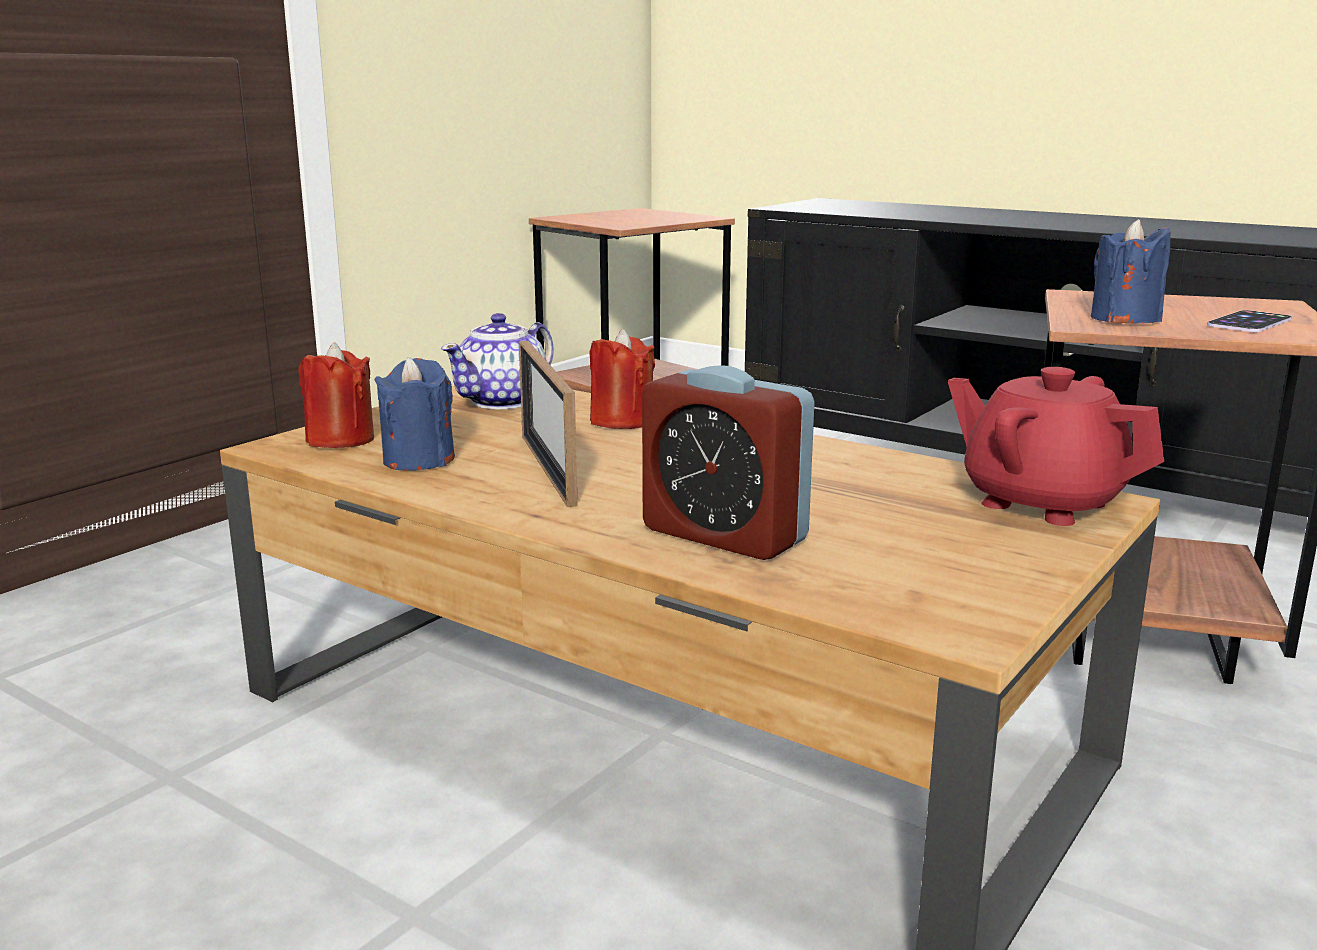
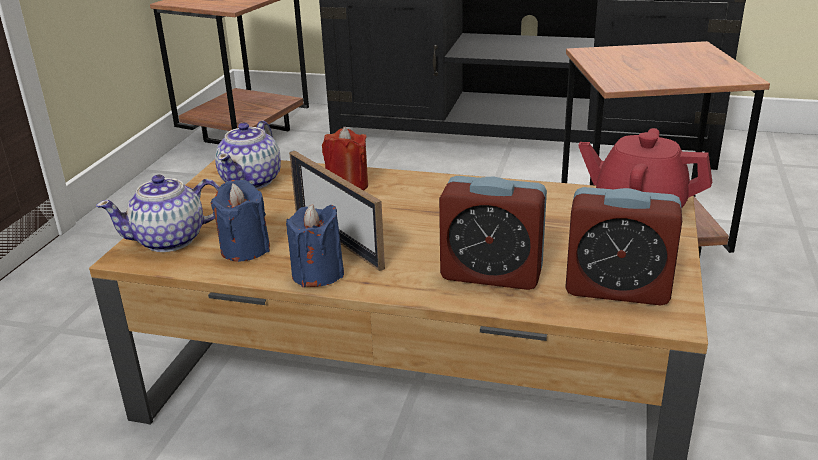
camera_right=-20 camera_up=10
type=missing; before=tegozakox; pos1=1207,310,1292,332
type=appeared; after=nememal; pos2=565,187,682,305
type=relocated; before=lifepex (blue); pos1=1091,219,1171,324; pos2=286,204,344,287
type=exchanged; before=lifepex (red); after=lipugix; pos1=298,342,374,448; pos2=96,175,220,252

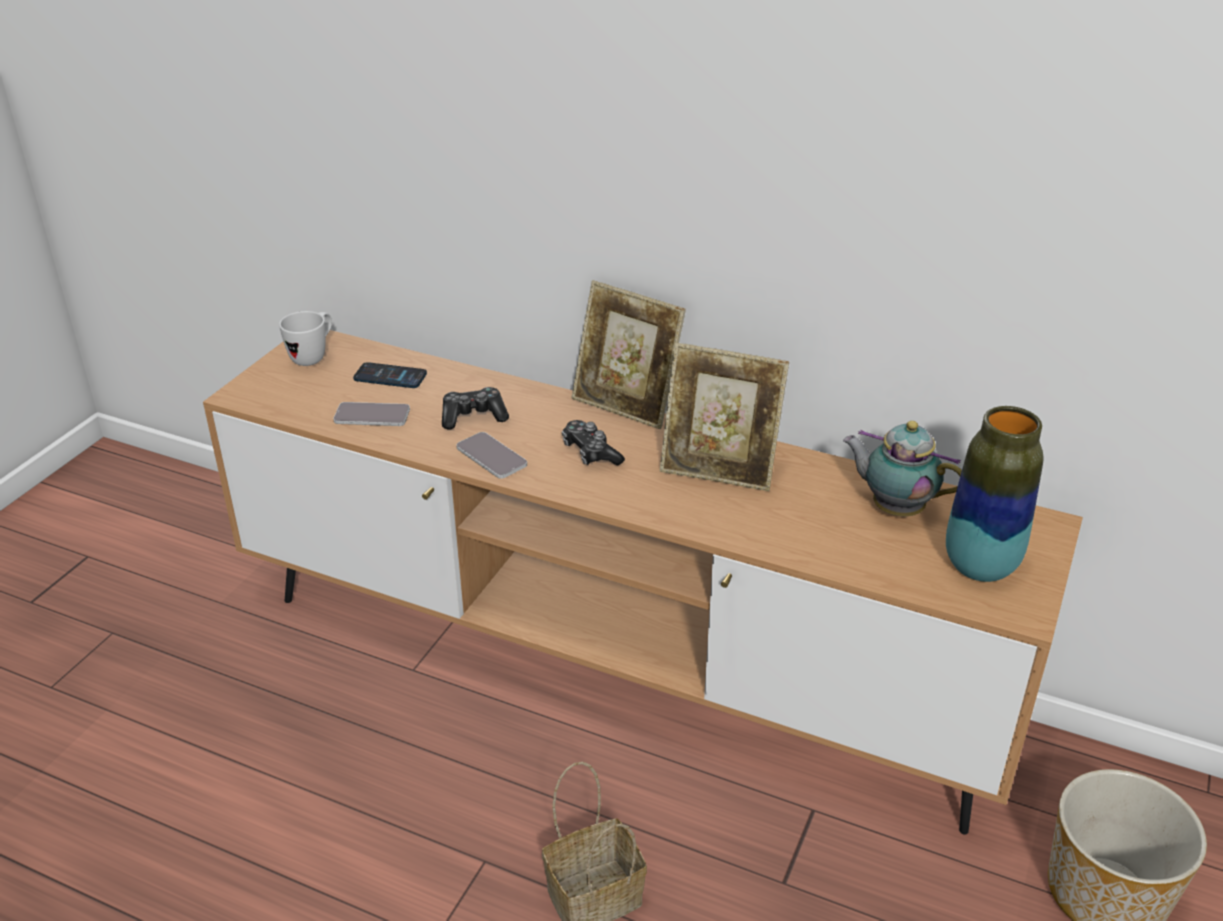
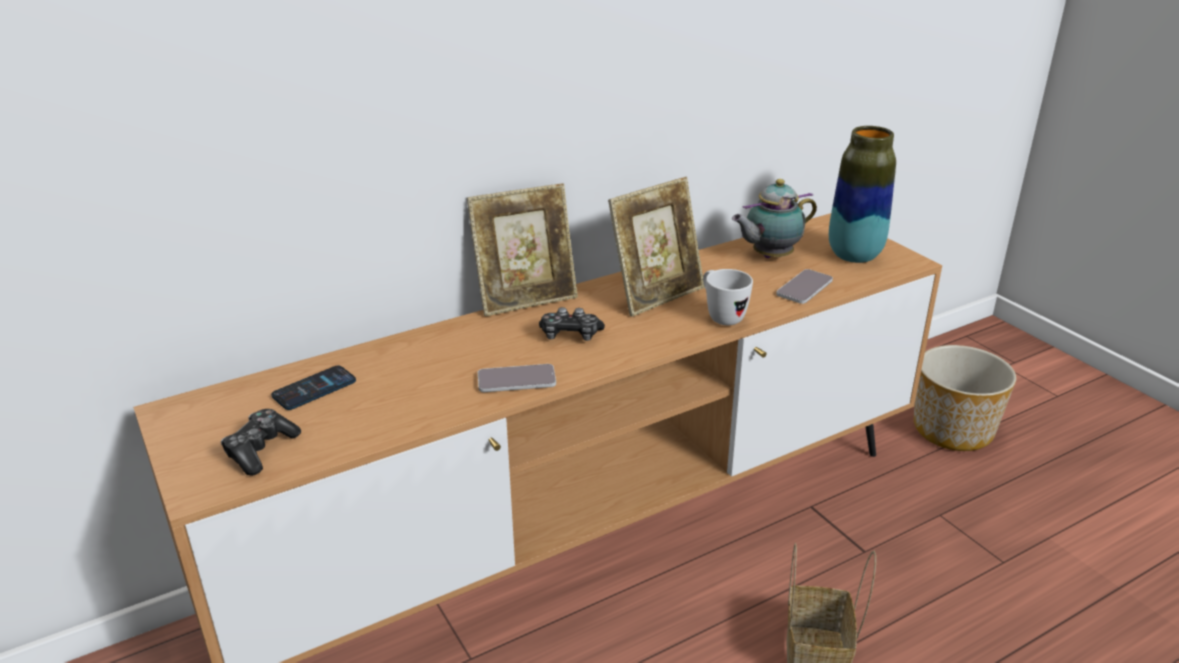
camera_right=-55 camera_up=-5
type=relocated; before=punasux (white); pos1=279,311,332,366; pos2=703,269,753,325
type=relocated; before=tegozakox; pos1=333,402,410,426; pos2=776,269,833,304
type=relocated; before=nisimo; pos1=442,387,509,429; pos2=221,409,301,476

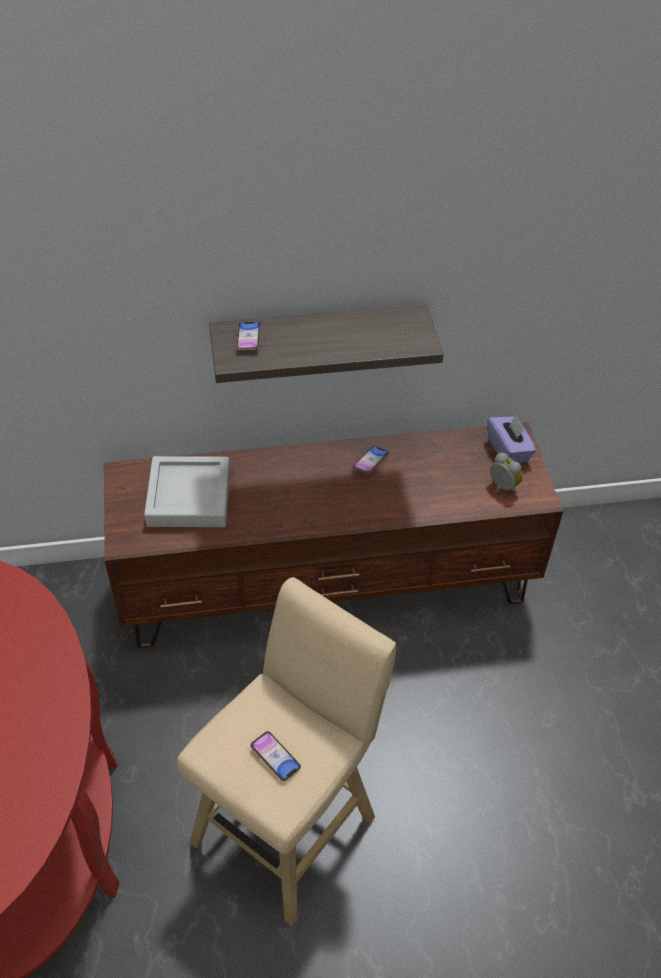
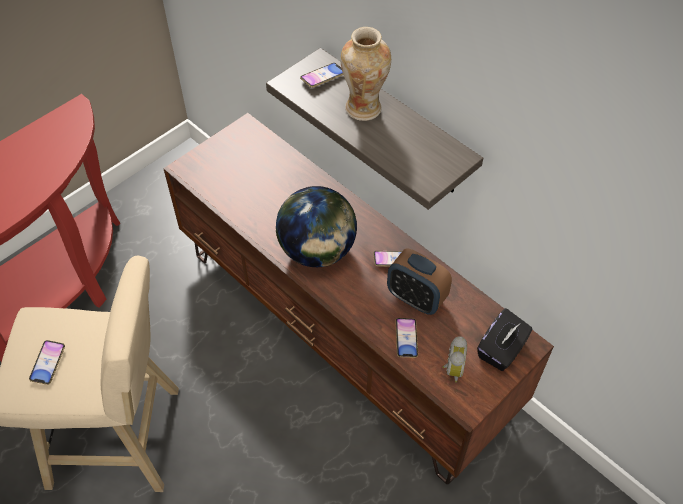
camera_right=55 camera_up=5
type=missing; before=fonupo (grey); pos1=144,456,230,527
type=appeared; after=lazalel; pos2=276,186,357,267
type=appeared; after=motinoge; pos2=340,27,391,121
type=appeared; after=nememal; pos2=387,248,452,315
type=appeared; after=tegozakox; pos2=395,318,418,358
type=colour; before=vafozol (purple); after=vafozol (black); pos1=487,414,536,463; pos2=477,308,532,371

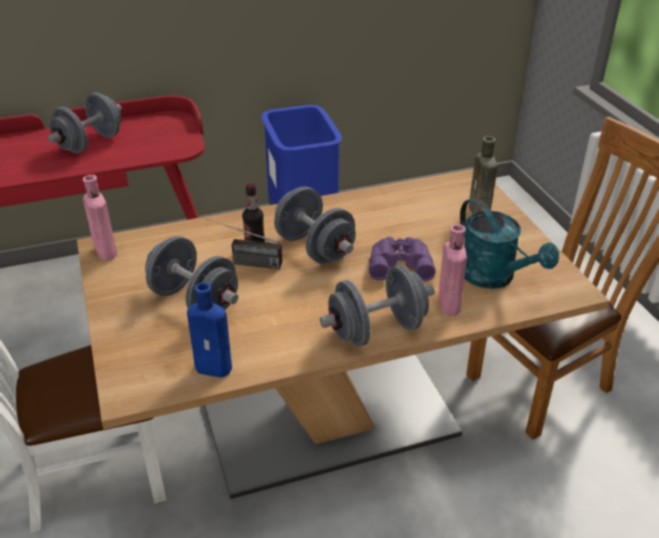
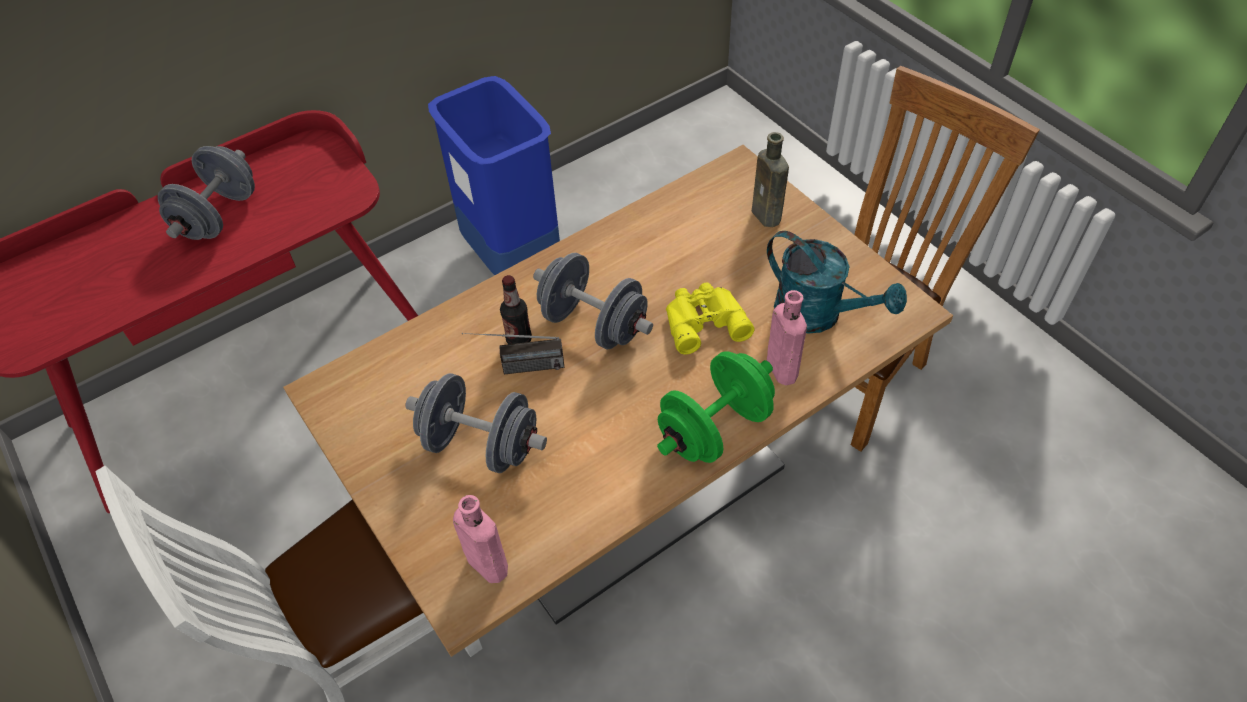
camera_right=-15 camera_up=15
type=missing; before=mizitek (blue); pos1=187,282,232,378
type=relocated; before=mizitek (pink); pos1=83,175,117,260; pos2=453,495,508,583
type=colour; before=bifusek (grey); after=bifusek (green); pos1=320,265,435,347; pos2=657,351,775,463
type=colour; before=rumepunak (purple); after=rumepunak (yellow); pos1=369,237,436,281; pos2=666,283,755,355

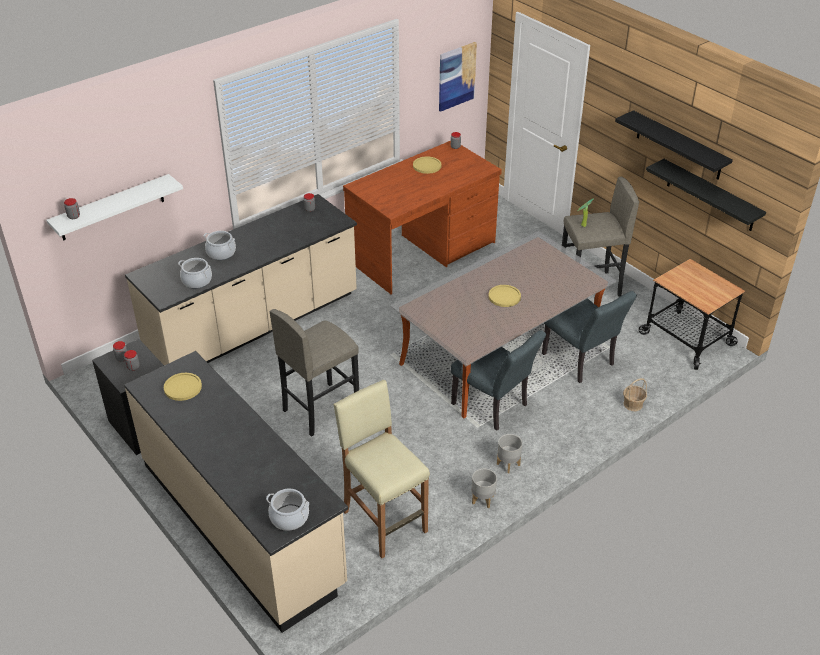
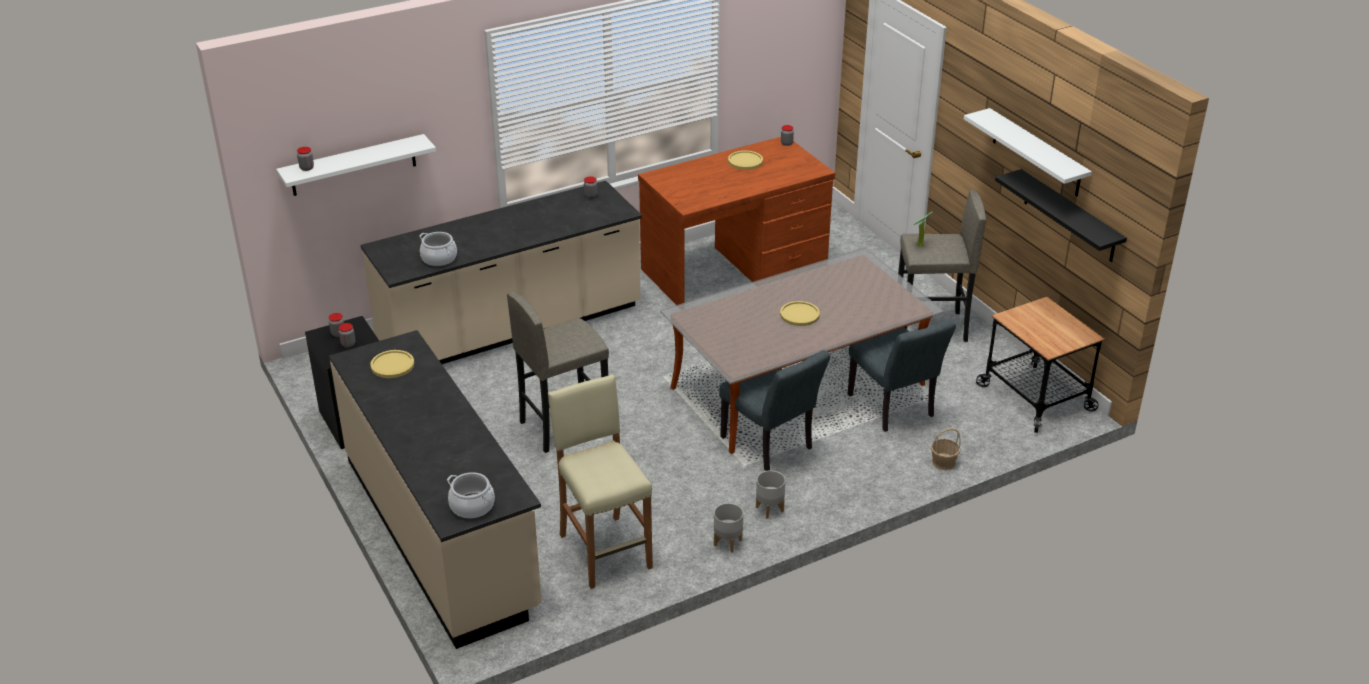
camera_right=10 camera_up=-5
type=missing; before=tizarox; pos1=203,231,236,260
type=missing; before=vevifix; pos1=439,42,477,112
type=colour; before=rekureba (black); after=rekureba (white); pos1=615,110,733,180; pos2=964,108,1092,196

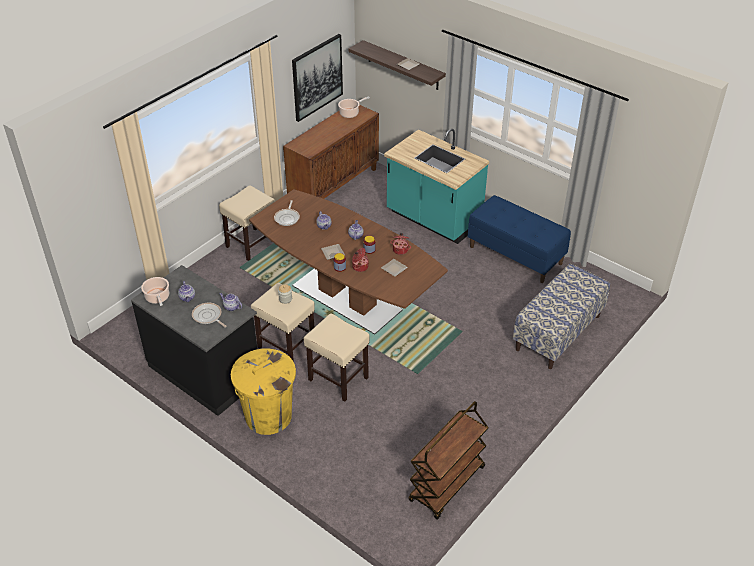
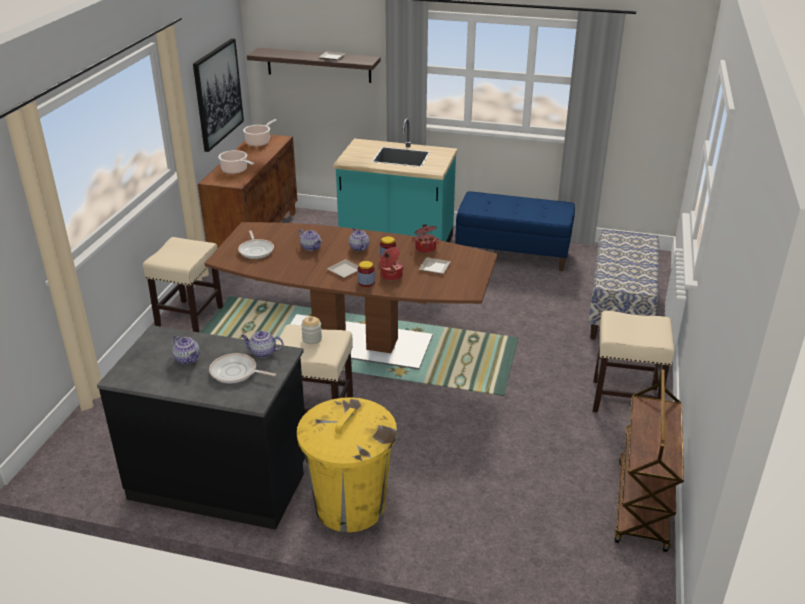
camera_right=-25 camera_up=-10
type=relocated; before=tizarox; pos1=141,277,169,306; pos2=218,150,254,174
type=relocated; before=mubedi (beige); pos1=304,313,369,401; pos2=593,311,675,412

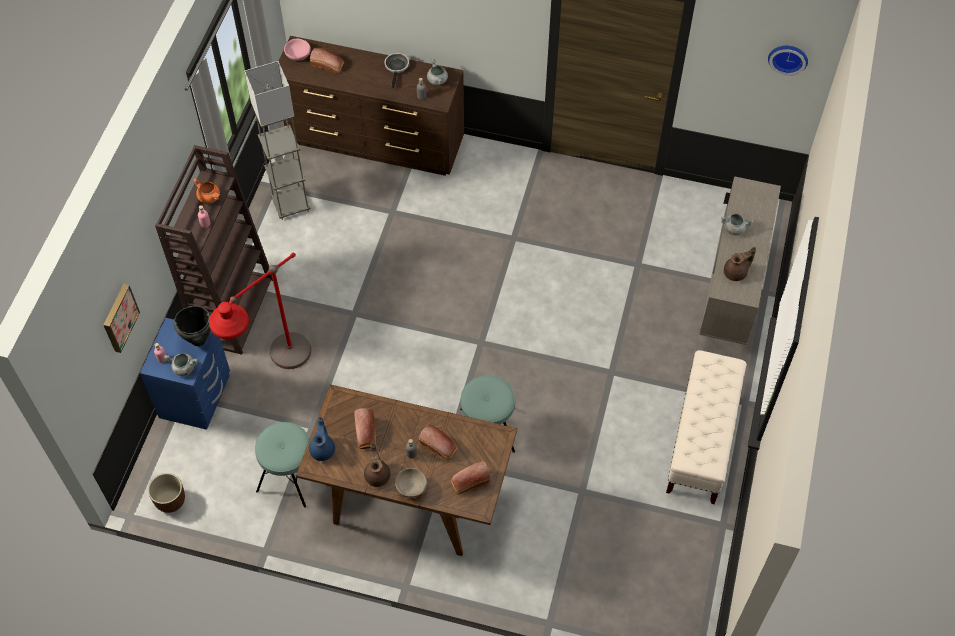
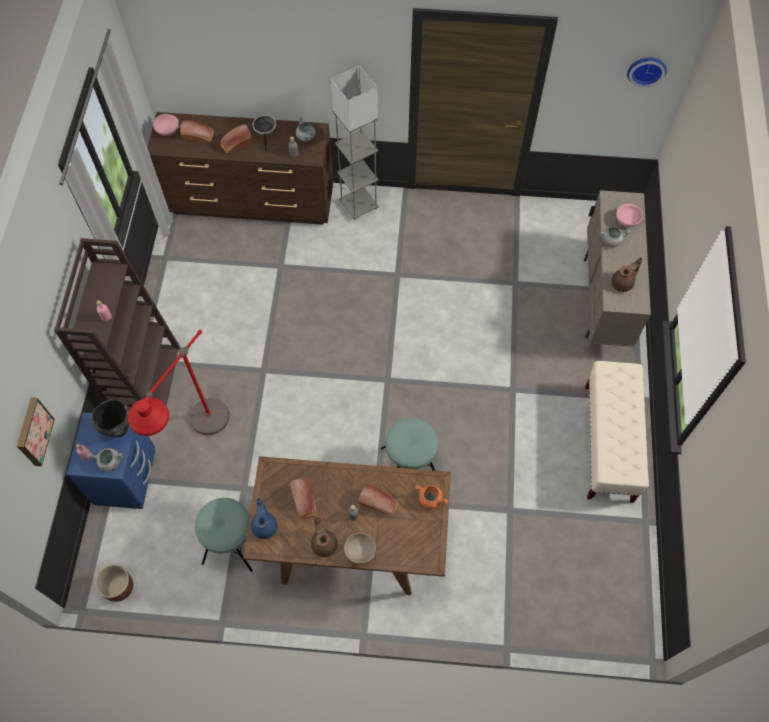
camera_right=-10 camera_up=5
type=appeared; after=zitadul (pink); pos2=616,204,643,227
type=relocated; before=tizarox (orange); pos1=193,178,220,204; pos2=415,485,448,509
type=relocated; before=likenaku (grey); pos1=244,61,311,220; pos2=331,66,379,220
type=relocated; before=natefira; pos1=451,461,490,494; pos2=221,124,252,154

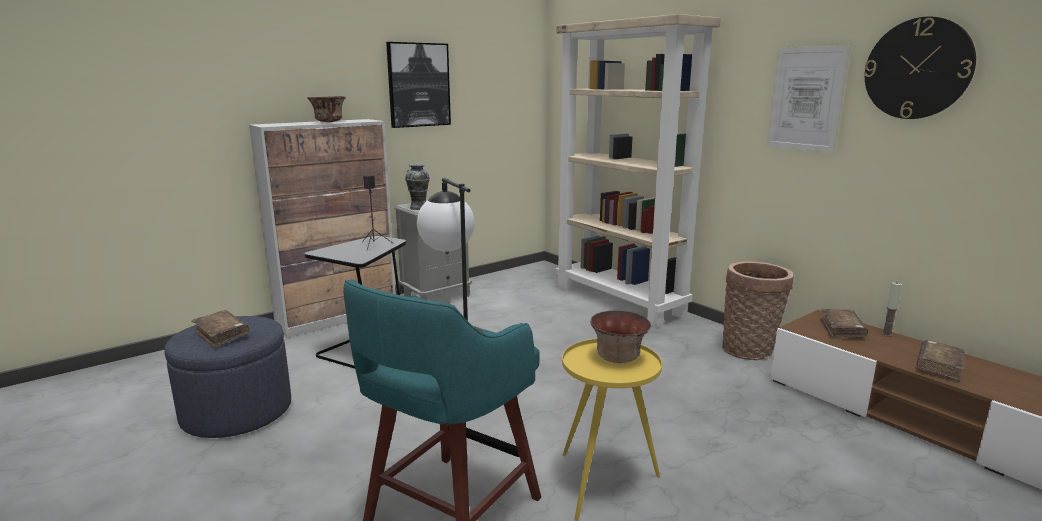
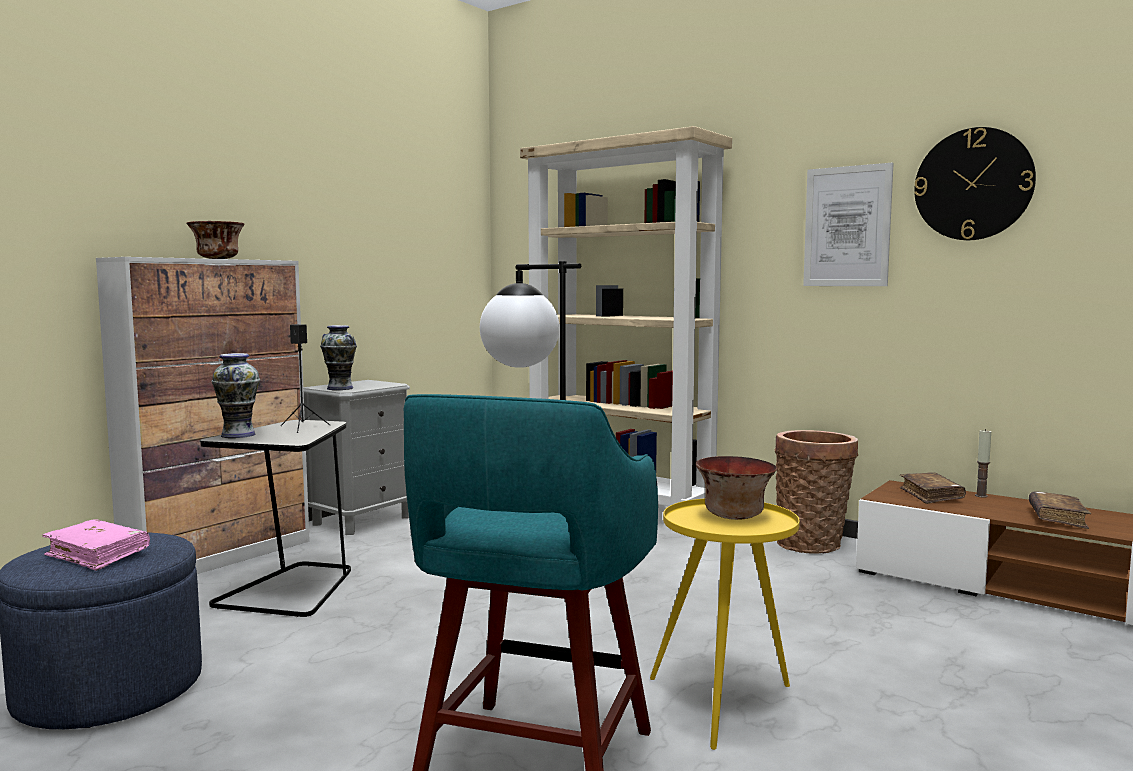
camera_right=-15 camera_up=-10
type=missing; before=vevifix; pos1=386,42,451,128
type=appeared; after=motinoge; pos2=212,353,260,438
type=colour; before=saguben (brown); after=saguben (pink); pos1=192,310,249,348; pos2=42,519,150,571

